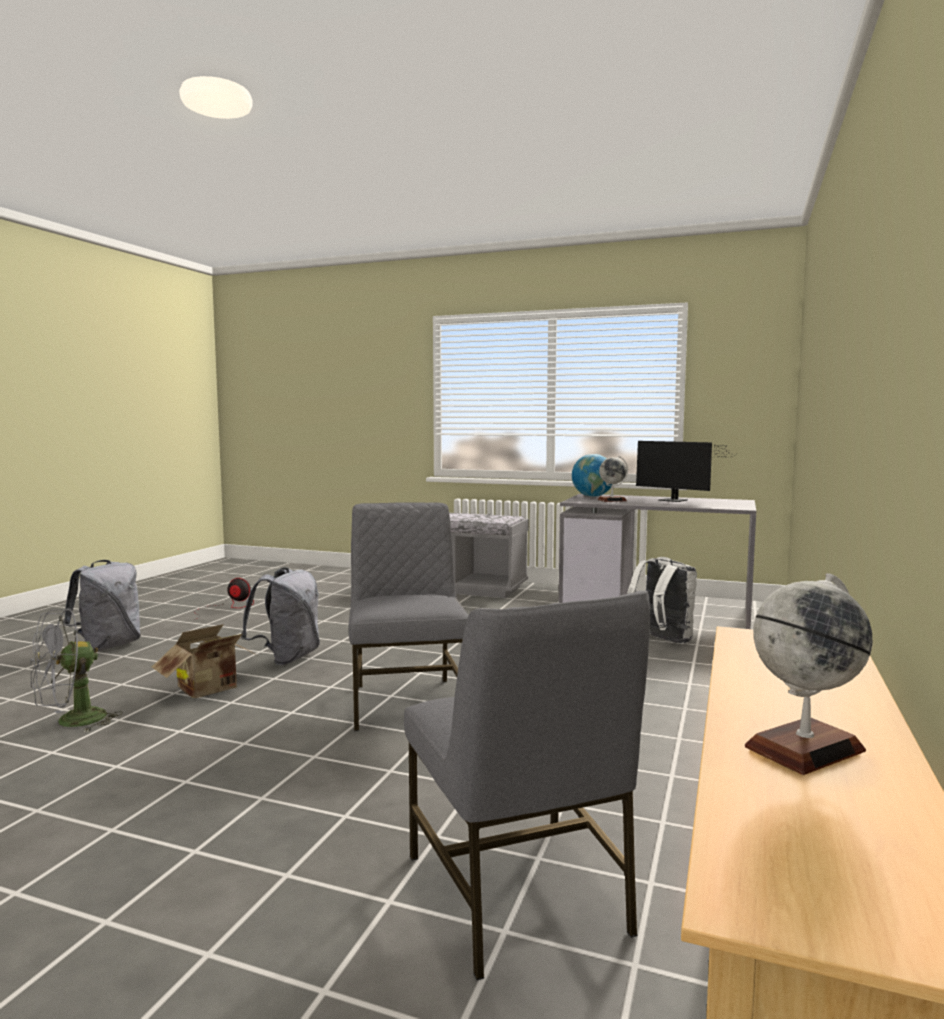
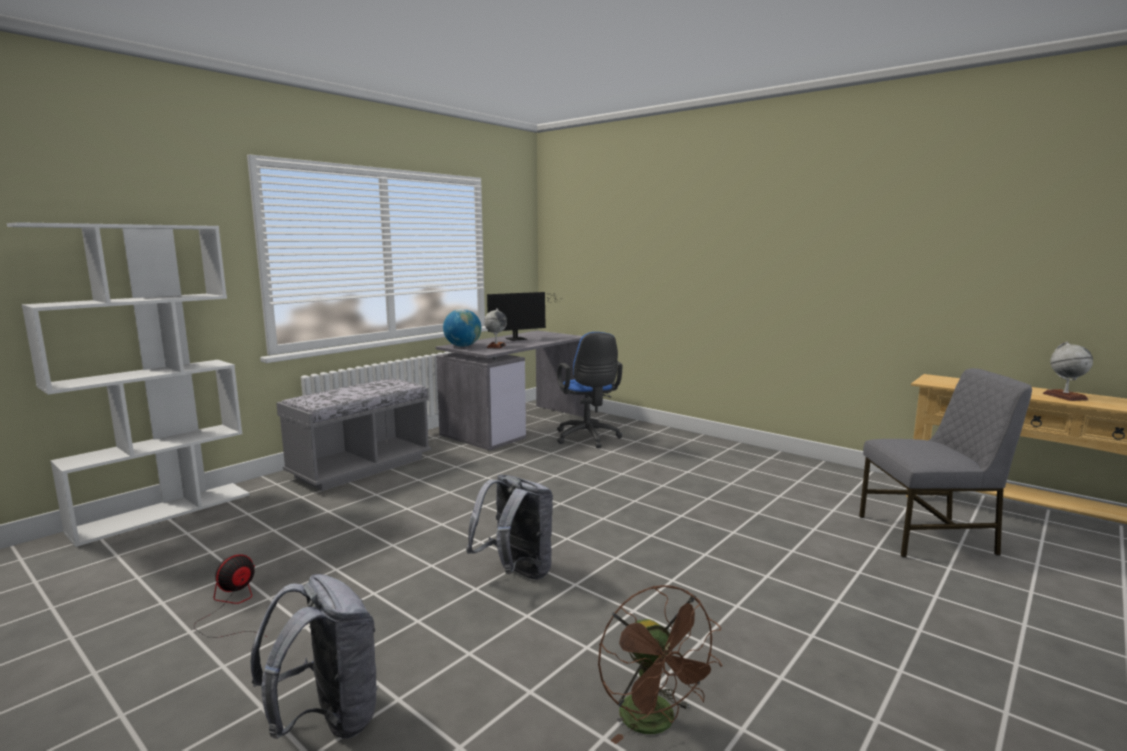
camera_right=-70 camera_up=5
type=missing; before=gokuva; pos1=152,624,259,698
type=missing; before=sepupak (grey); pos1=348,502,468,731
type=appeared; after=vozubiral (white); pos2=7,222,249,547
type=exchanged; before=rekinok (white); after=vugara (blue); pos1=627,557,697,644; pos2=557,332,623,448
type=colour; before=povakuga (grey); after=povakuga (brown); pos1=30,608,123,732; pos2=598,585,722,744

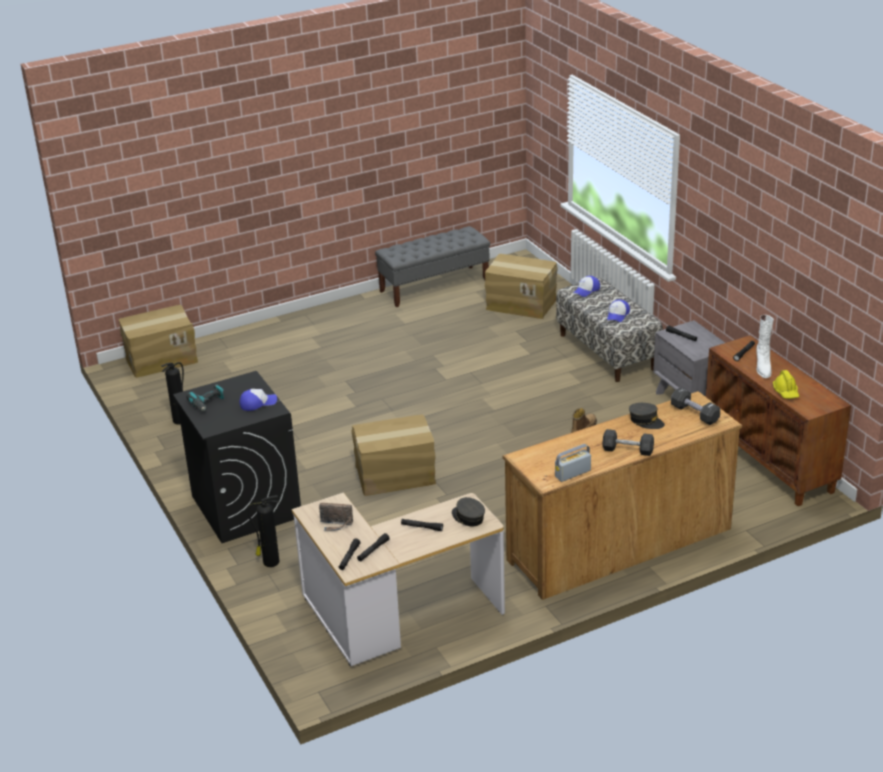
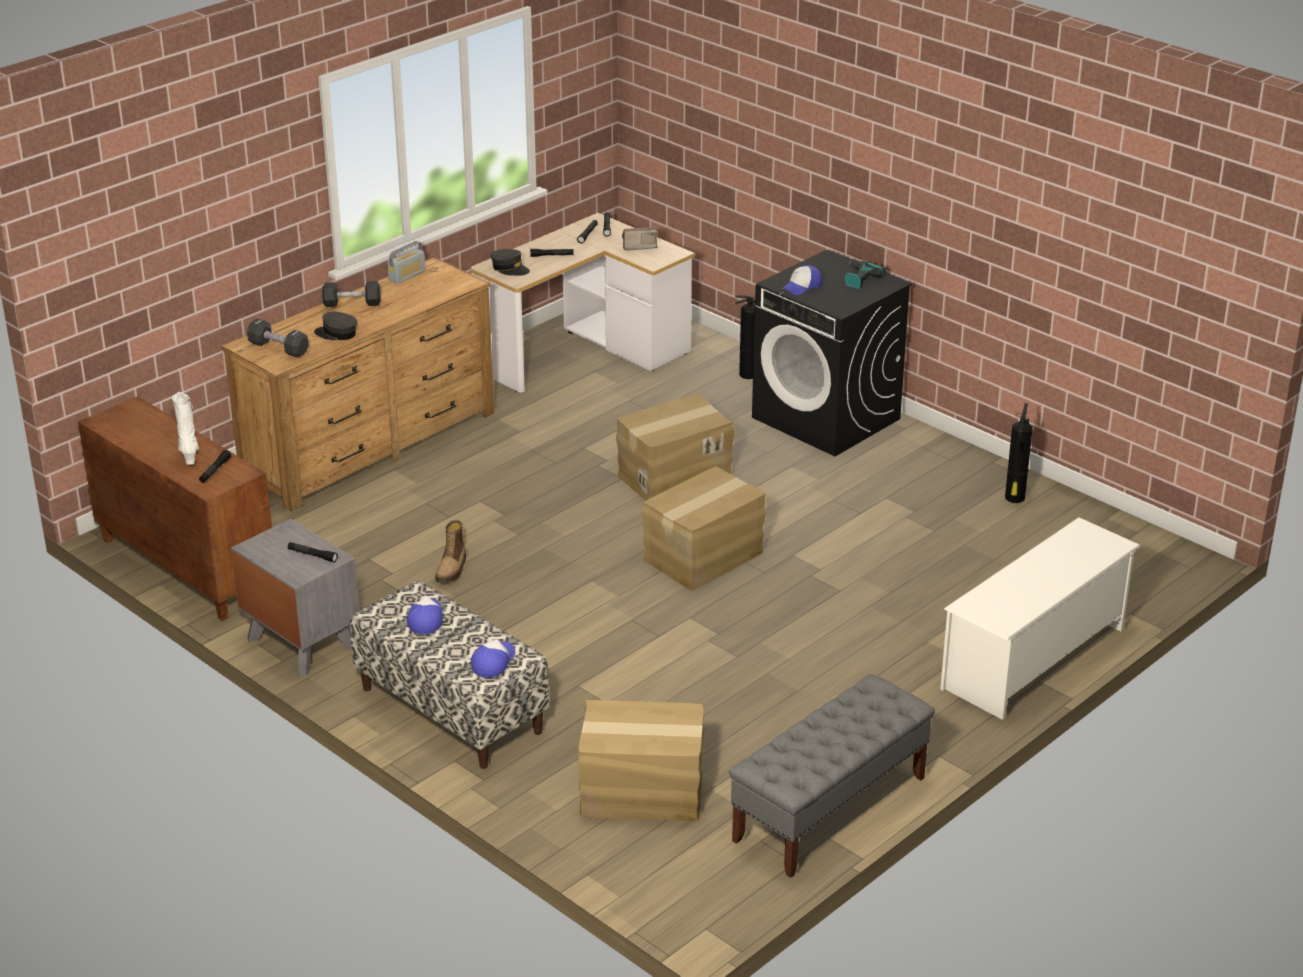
camera_right=160 camera_up=0
type=missing; before=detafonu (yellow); pos1=773,370,799,399
type=appeared; after=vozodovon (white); pos2=940,517,1141,720
type=relocated; before=gokuva; pos1=119,305,198,378; pos2=642,466,766,591

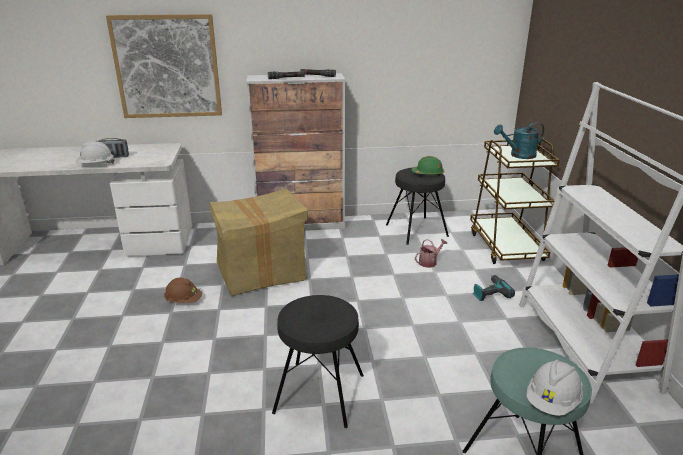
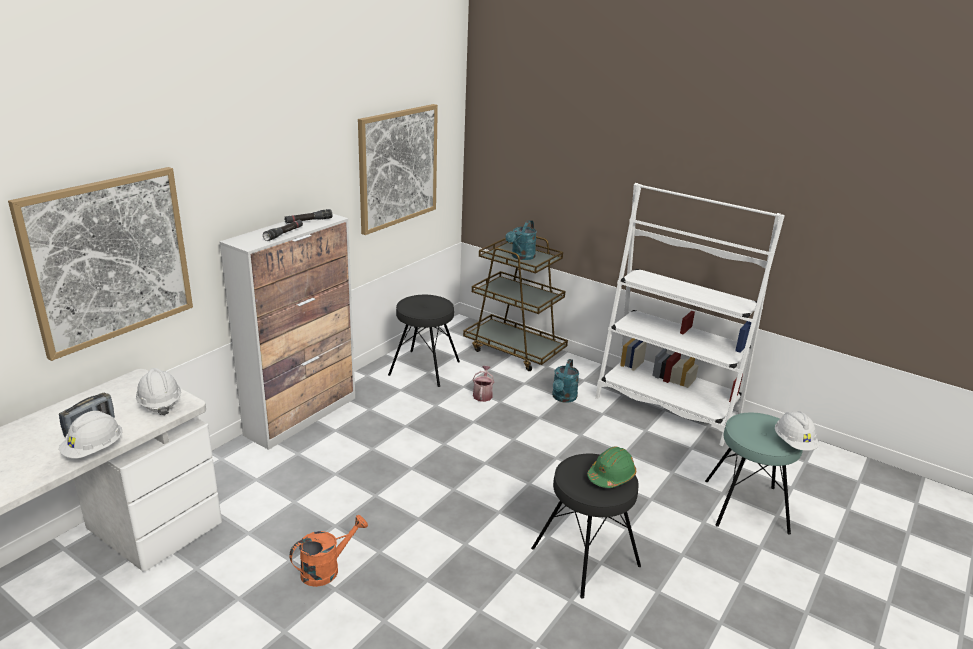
camera_right=-50 camera_up=0
type=missing; before=gokuva; pos1=209,189,308,296
type=appeared; after=detafonu (white); pos2=136,368,181,416
type=appeared; after=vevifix; pos2=358,104,438,235
type=relocated; before=detafonu (green); pos1=412,156,444,175; pos2=587,446,636,488
type=exchanged; before=detafonu (brown); after=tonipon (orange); pos1=164,278,202,303; pos2=289,515,368,587
type=exchanged; before=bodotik; after=tonipon (turquoise); pos1=473,275,515,301; pos2=552,359,579,403

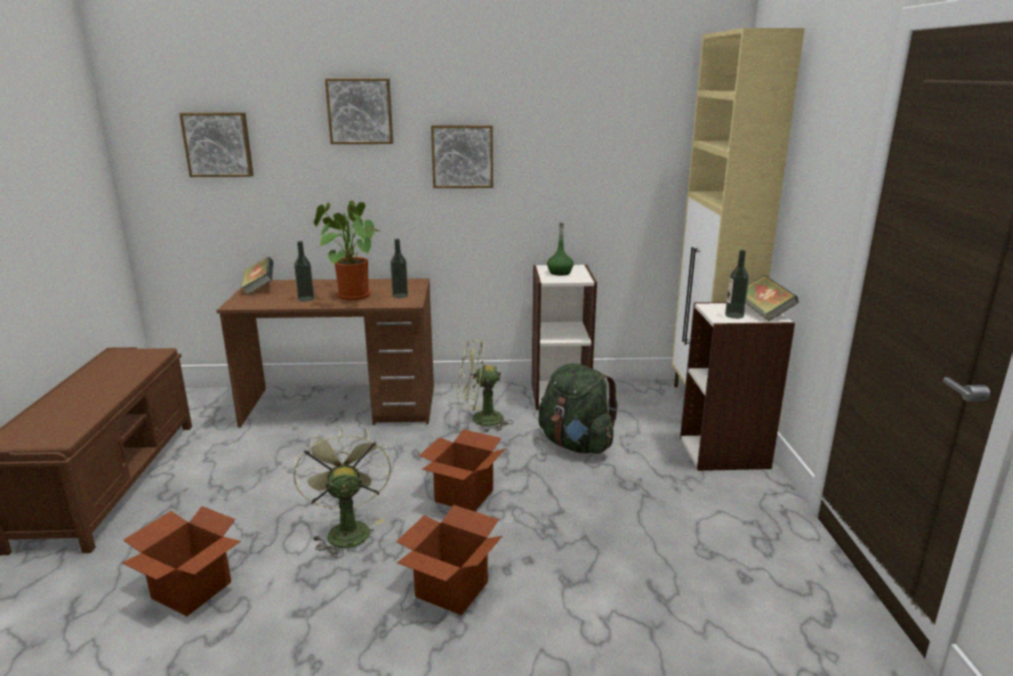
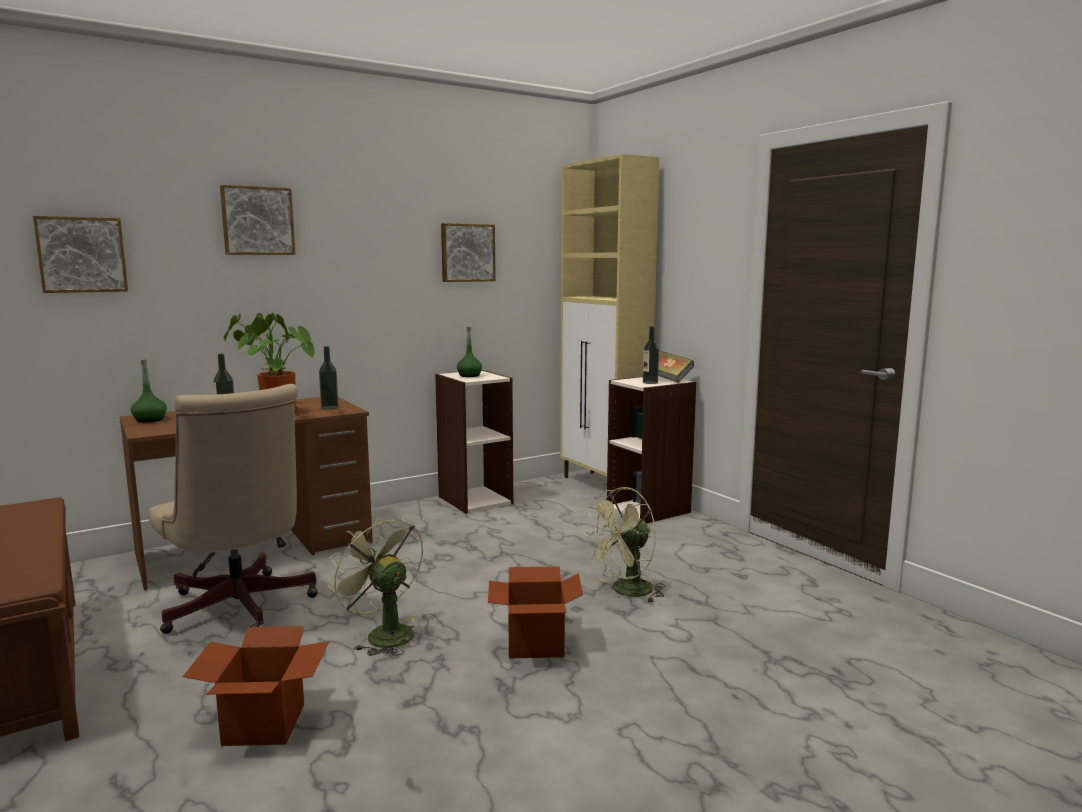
camera_right=-30 camera_up=-10
type=missing; before=gokuva; pos1=419,429,506,511
type=missing; before=rekinok (green); pos1=538,363,619,454
type=appeared; after=vugara (beige); pos2=149,384,318,634
type=relocated; before=vevifix; pos1=431,125,493,188; pos2=441,223,496,282
type=relocated; before=povakuga (green); pos1=458,339,513,432; pos2=584,487,665,602
type=exchanged; before=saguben; after=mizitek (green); pos1=241,257,273,295; pos2=131,359,167,422

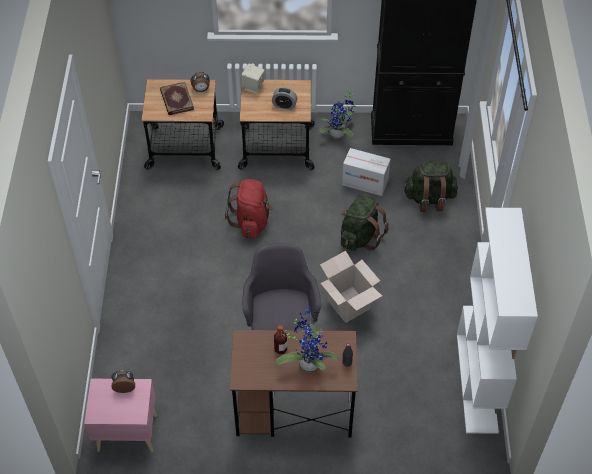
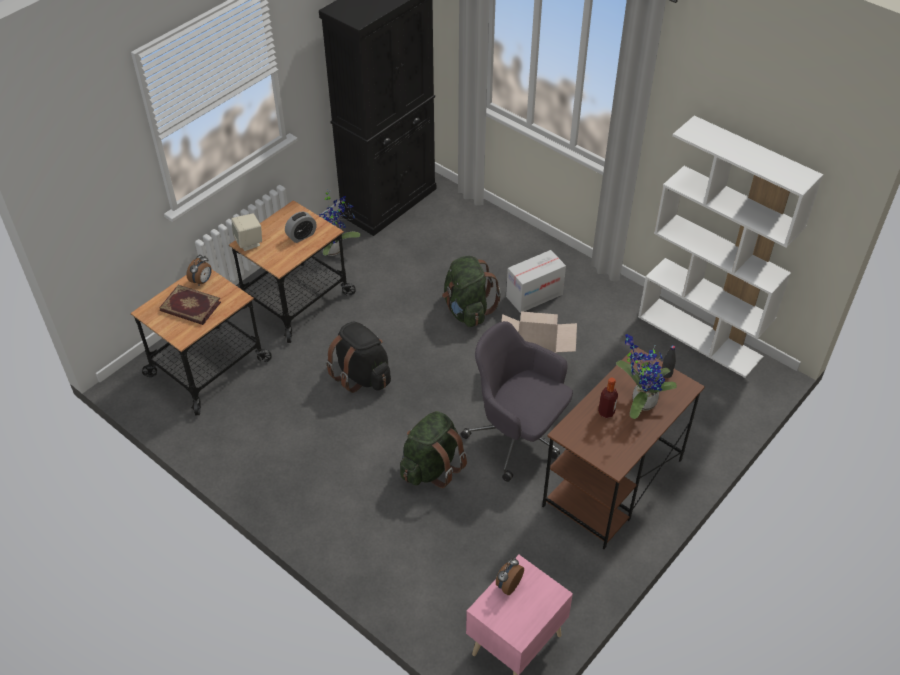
camera_right=-50 camera_up=-5
type=relocated; before=gokuva; pos1=342,148,391,196; pos2=506,250,566,313
type=relocated; before=rekinok (green); pos1=403,161,458,212; pos2=400,411,467,488
type=colour; before=rekinok (red); after=rekinok (black); pos1=225,179,273,238; pos2=326,321,391,393

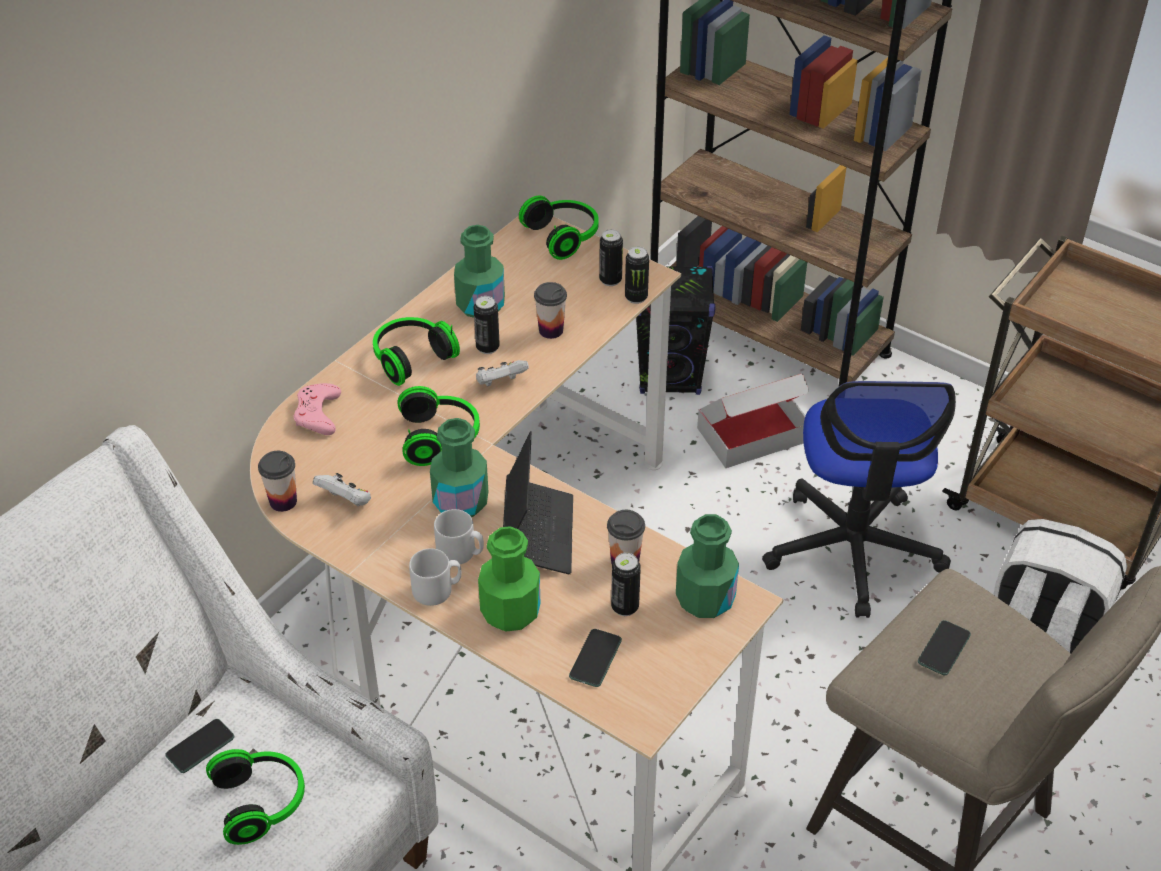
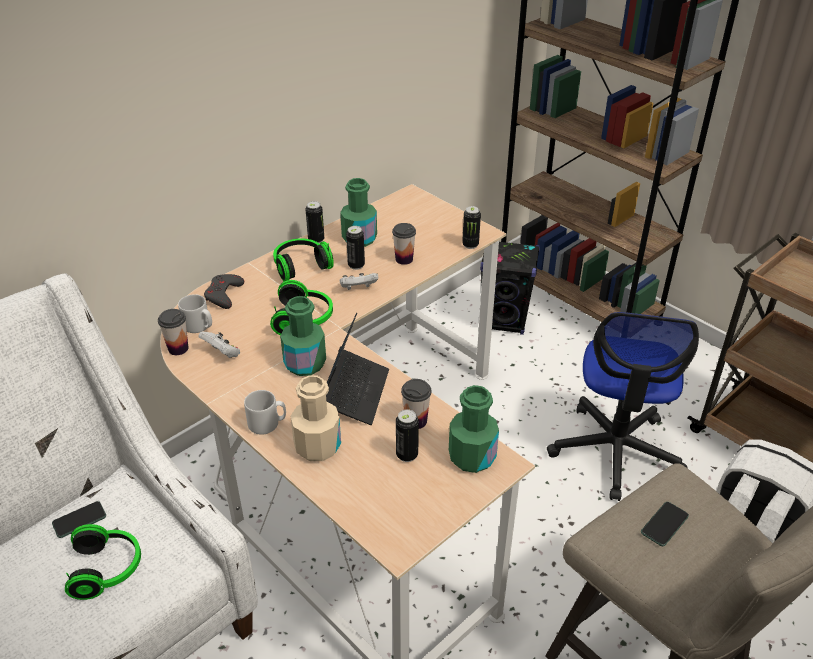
camera_right=10 camera_up=-5
type=missing; before=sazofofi; pos1=519,196,599,260
type=missing; before=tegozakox; pos1=569,629,622,687
type=missing; before=gokuva; pos1=697,373,809,468
type=relocated; before=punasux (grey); pos1=434,509,484,564; pos2=178,294,212,333
type=relocated; before=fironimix; pos1=599,229,623,286; pos2=305,201,324,243
type=colour; before=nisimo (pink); after=nisimo (grey); pos1=294,383,341,435; pos2=204,274,244,309
type=colour; before=mizitek (green); after=mizitek (beige); pos1=478,526,540,632; pos2=291,375,341,461

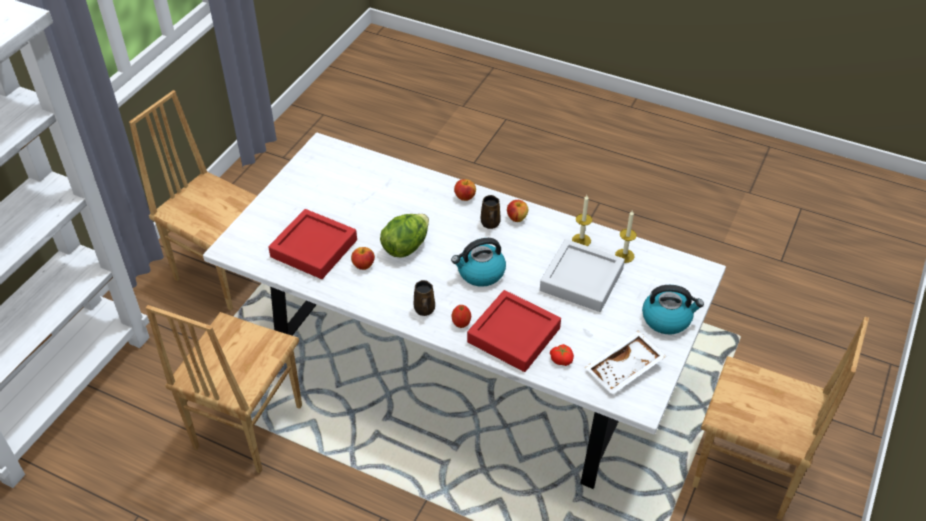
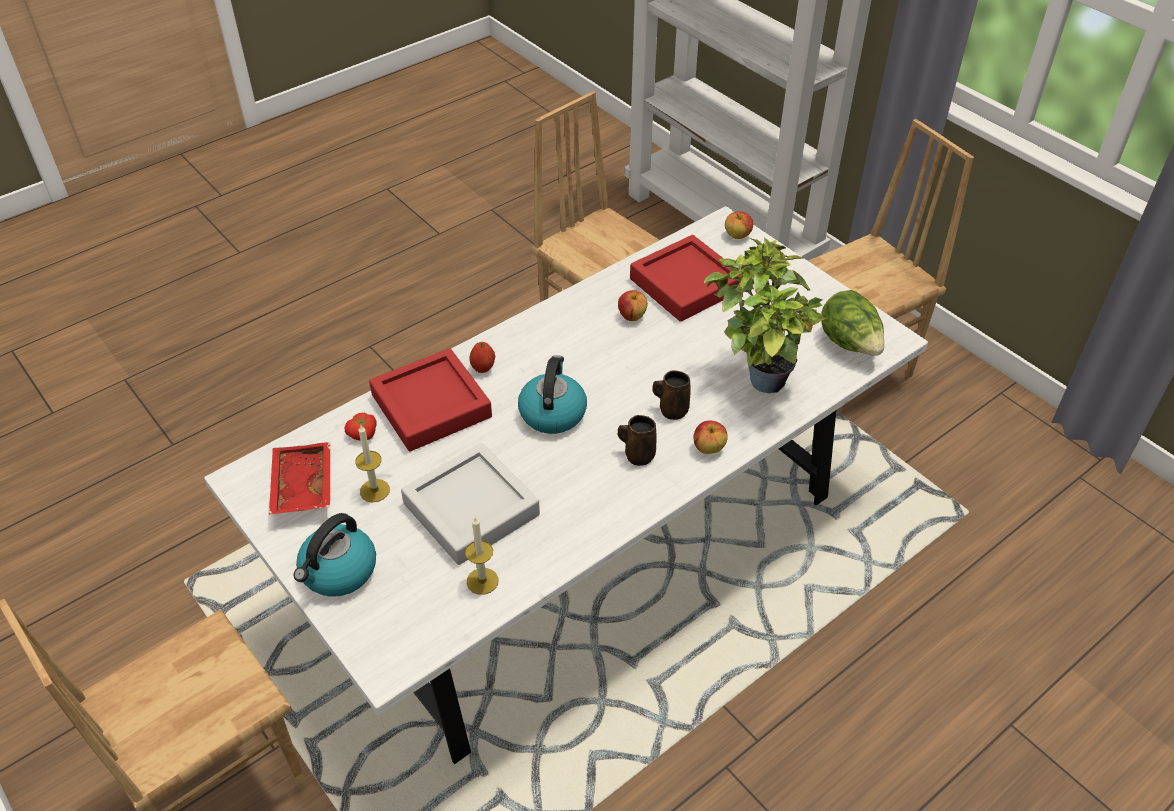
camera_right=115 camera_up=0
type=appeared; after=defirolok; pos2=704,237,825,393
type=relocated; before=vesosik; pos1=380,214,429,257; pos2=822,290,884,356
type=relocated; before=punasux (brown); pos1=414,280,435,316; pos2=652,370,690,420
type=relocated; before=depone; pos1=507,200,529,222; pos2=725,211,753,239
type=relocated; before=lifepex; pos1=572,195,592,246; pos2=355,425,390,502
type=colour; before=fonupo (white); after=fonupo (red); pos1=584,330,666,394; pos2=269,442,330,515

